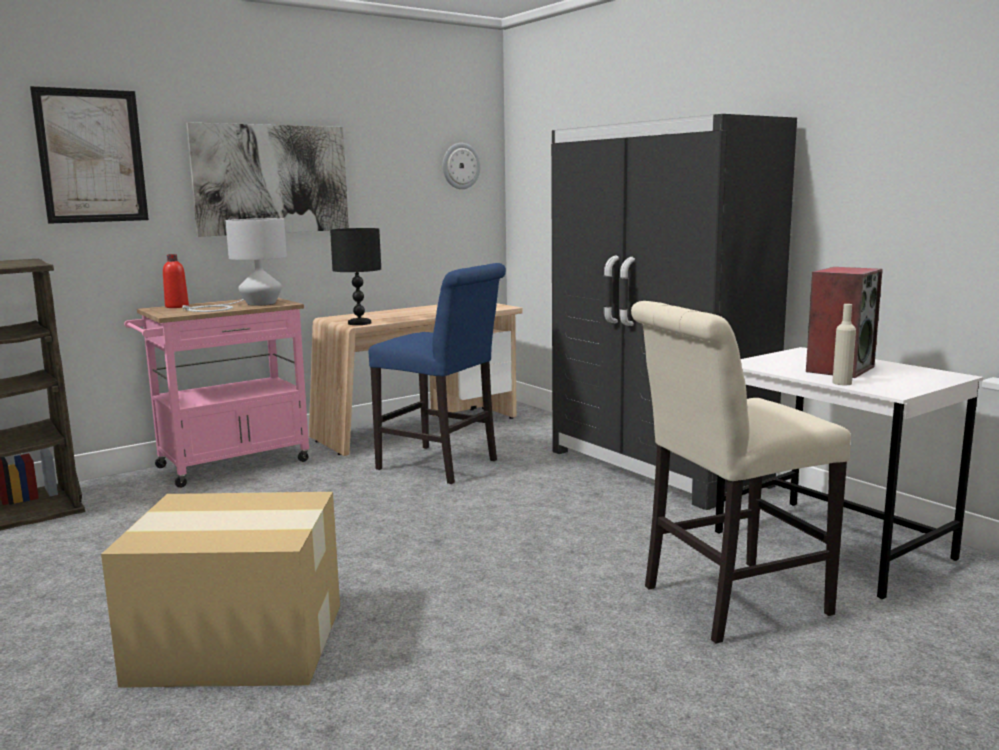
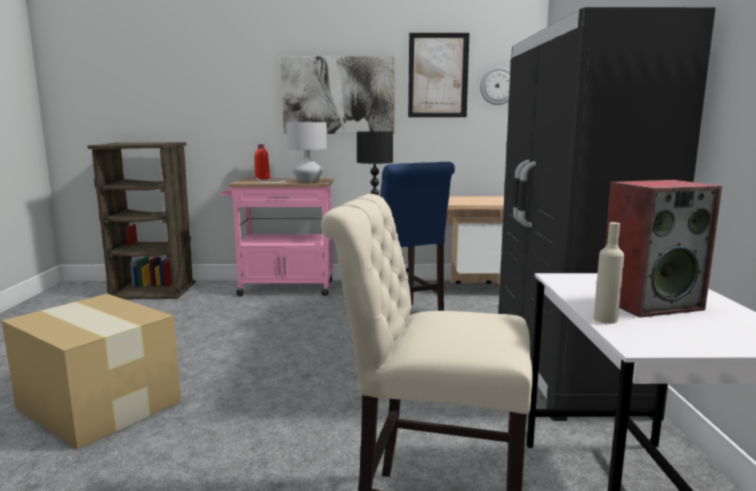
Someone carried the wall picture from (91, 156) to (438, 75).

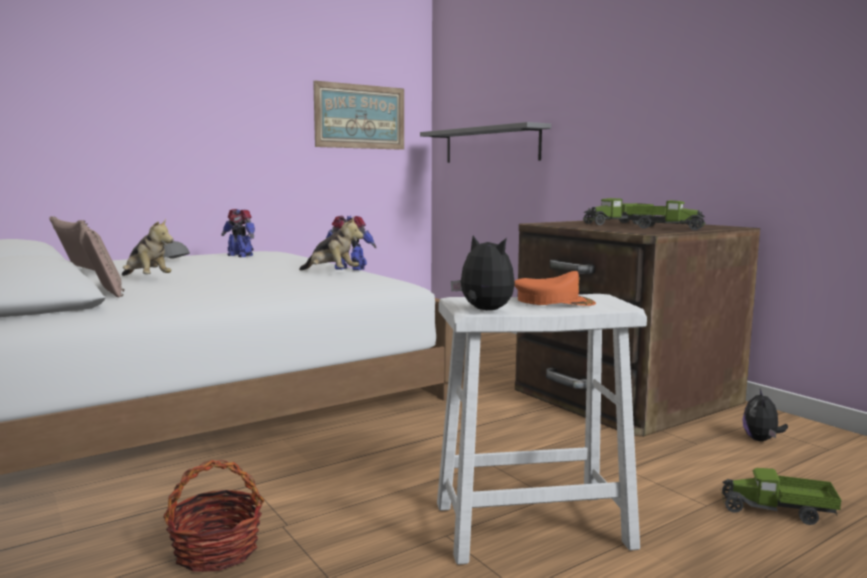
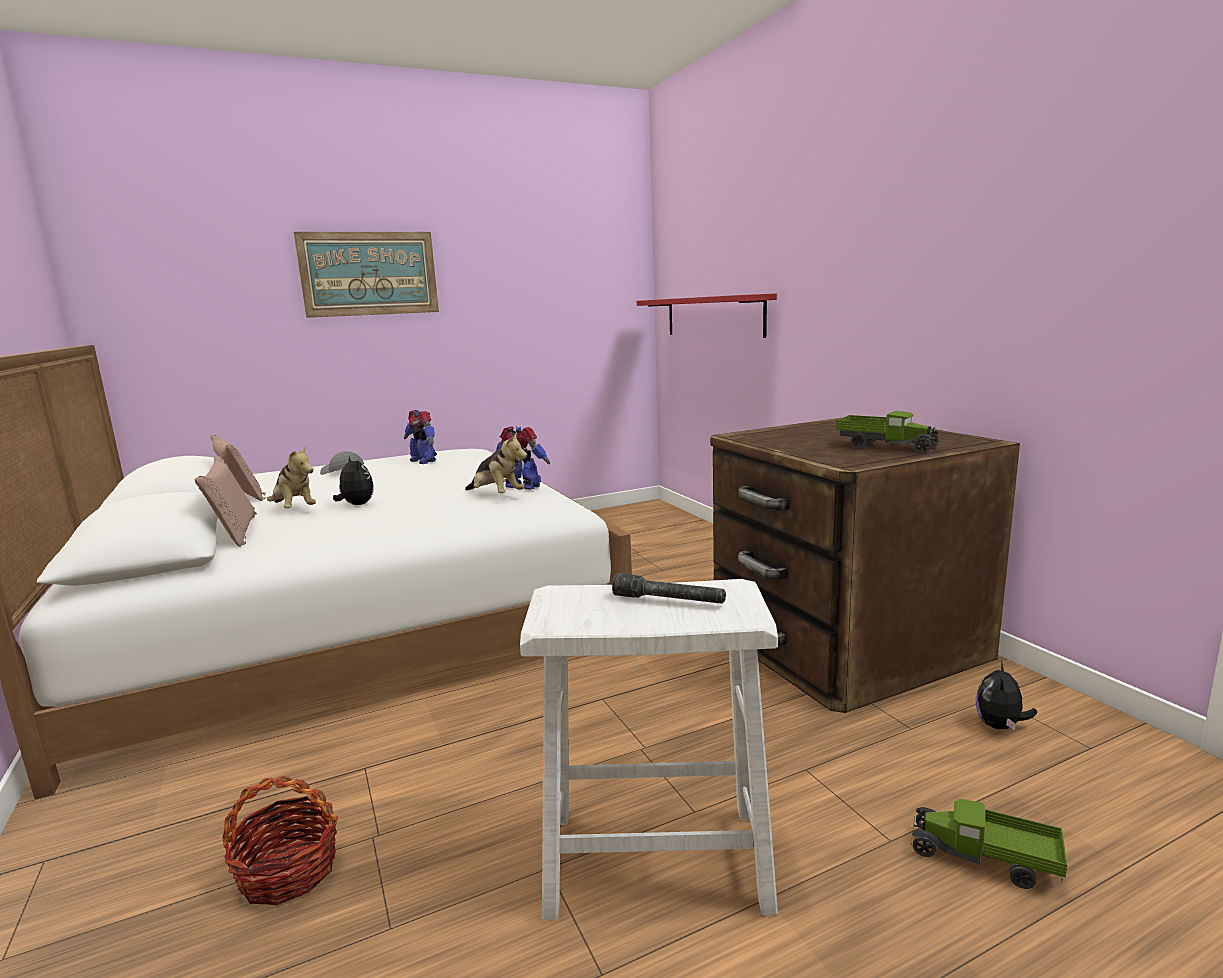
Someone carried the wall picture from (360, 116) to (369, 274). Someone carried the cuddly toy from (484, 310) to (356, 505). Someone swapped the orange baseball cap at (553, 301) for the greyish torch at (669, 600). Someone repainted the greyish wall shelf at (490, 145), which became the reddish wall shelf at (713, 316). Someone took away the model truck at (617, 223).

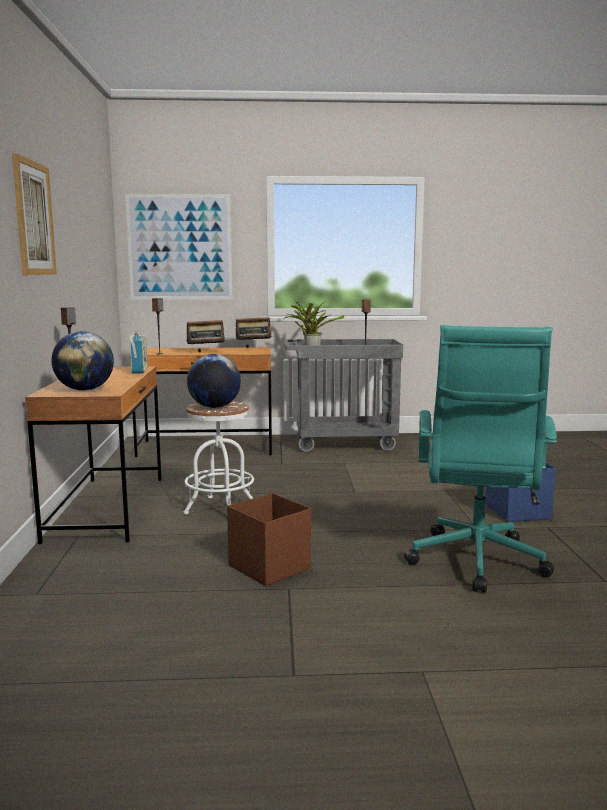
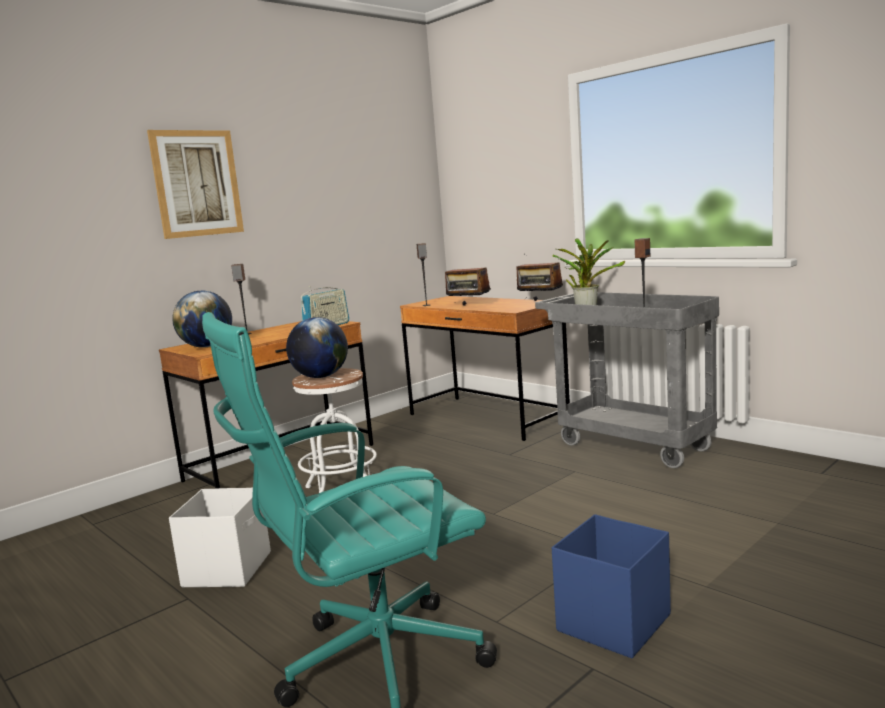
Someone repainted the brown storage bin at (269, 567), which became the white storage bin at (228, 569). Someone took away the wall picture at (180, 247).

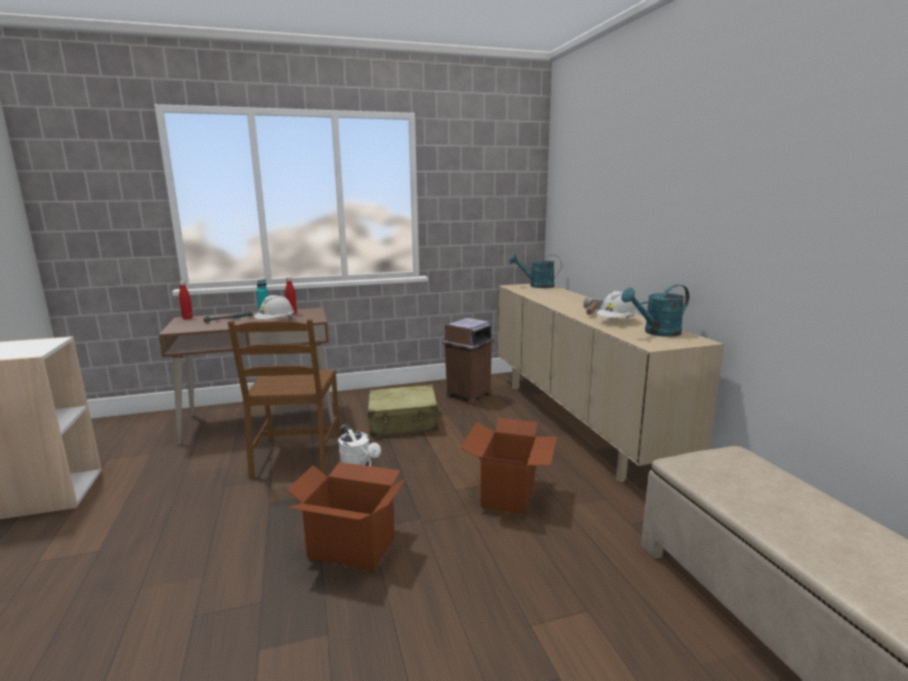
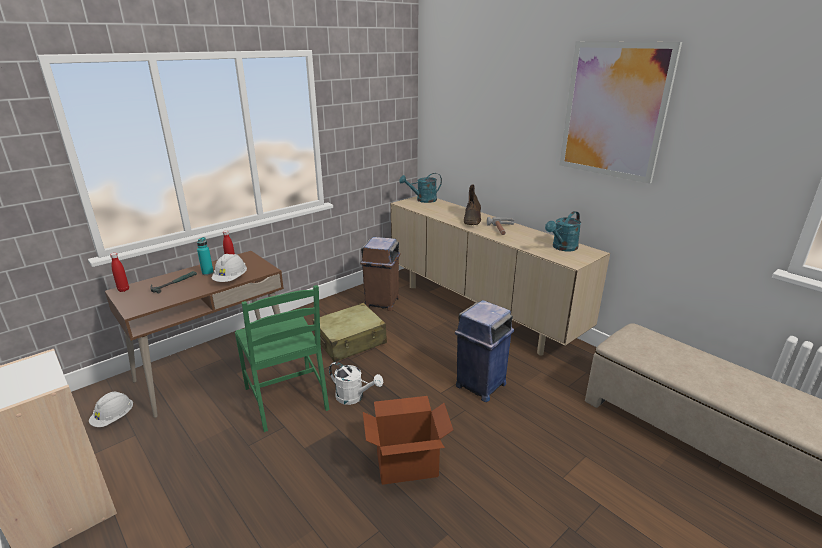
Someone carried the white work helmet from (617, 321) to (114, 418). Someone repainted the brown chair at (297, 456), which became the greenish chair at (287, 398). Someone swapped the packing box at (509, 494) for the blue rubbish bin at (480, 385). Someone put down the brown high-top boot at (472, 219). Someone put up the wall picture at (614, 111).

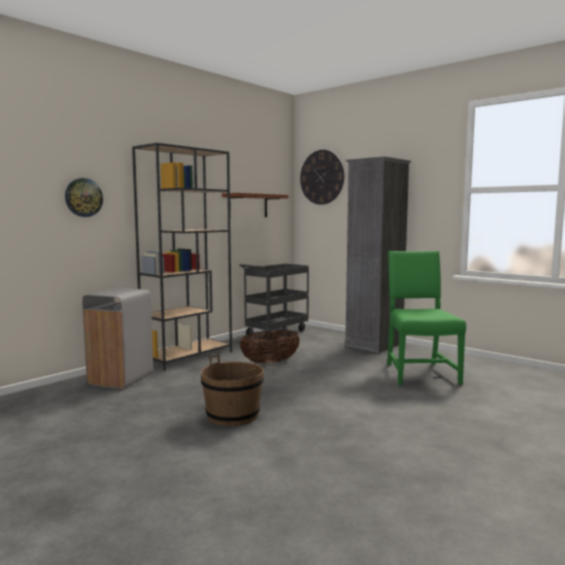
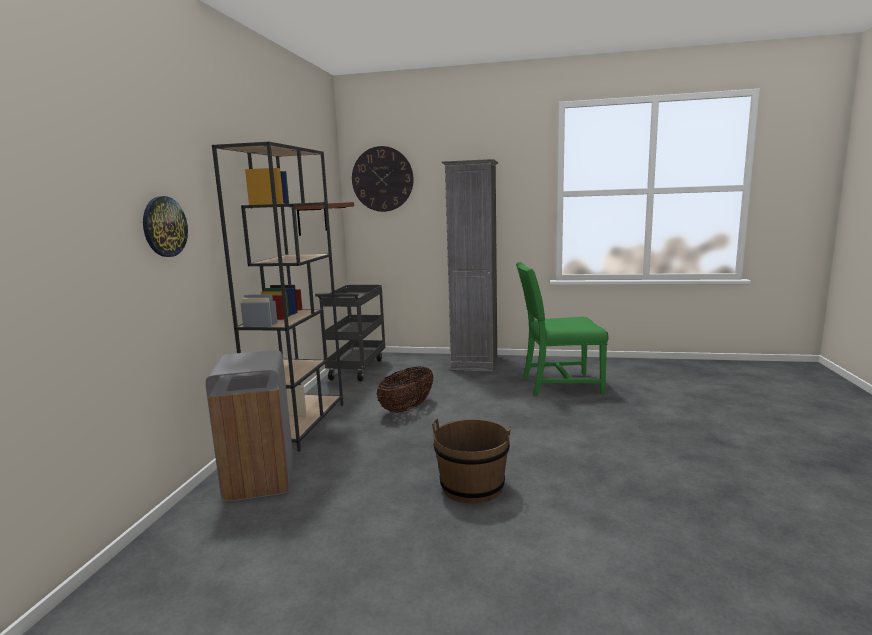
Someone rotated the greenish chair at (419, 372) by 60 degrees counterclockwise.

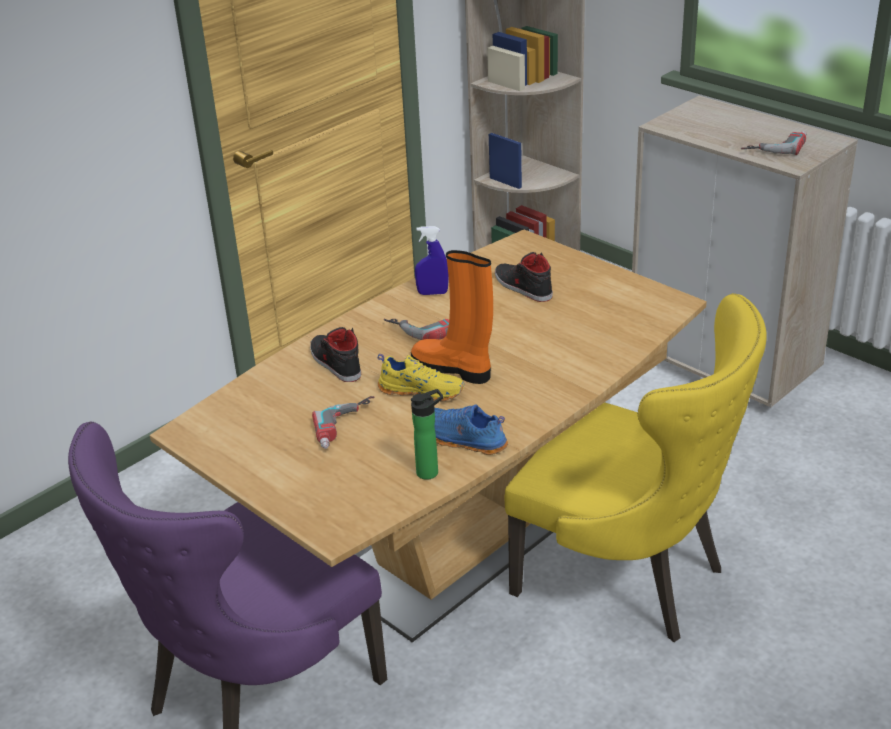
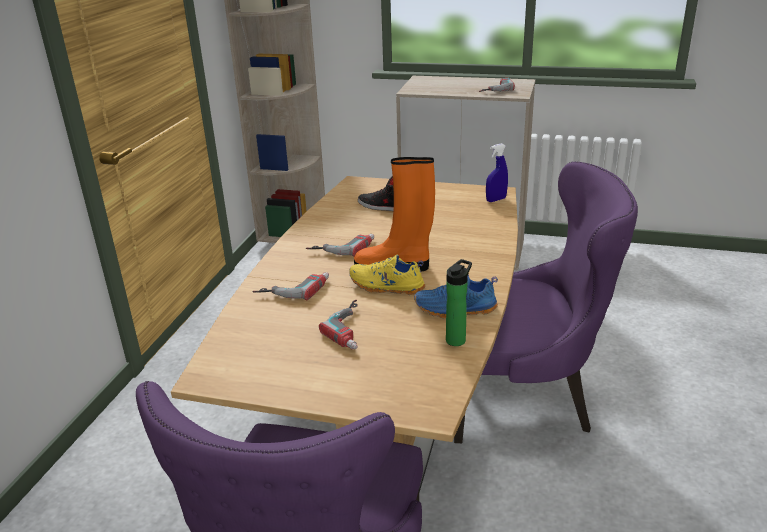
Someone swapped the black shoe at (334, 363) for the drill at (293, 288). Someone rotated the yellow shoe at (422, 391) by 150 degrees counterclockwise. Someone repainted the yellow chair at (628, 577), which became the purplish chair at (523, 401). Someone carried the blue spray bottle from (432, 293) to (496, 200).

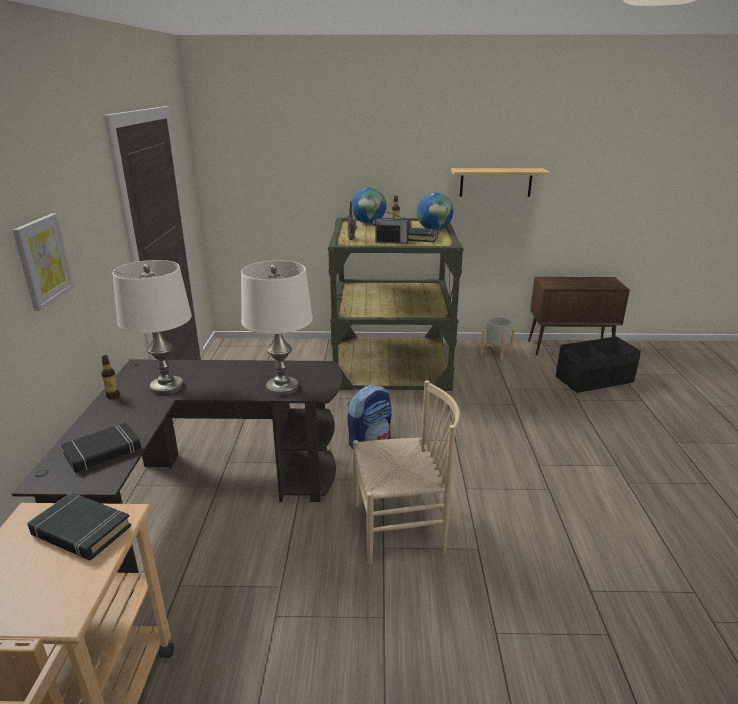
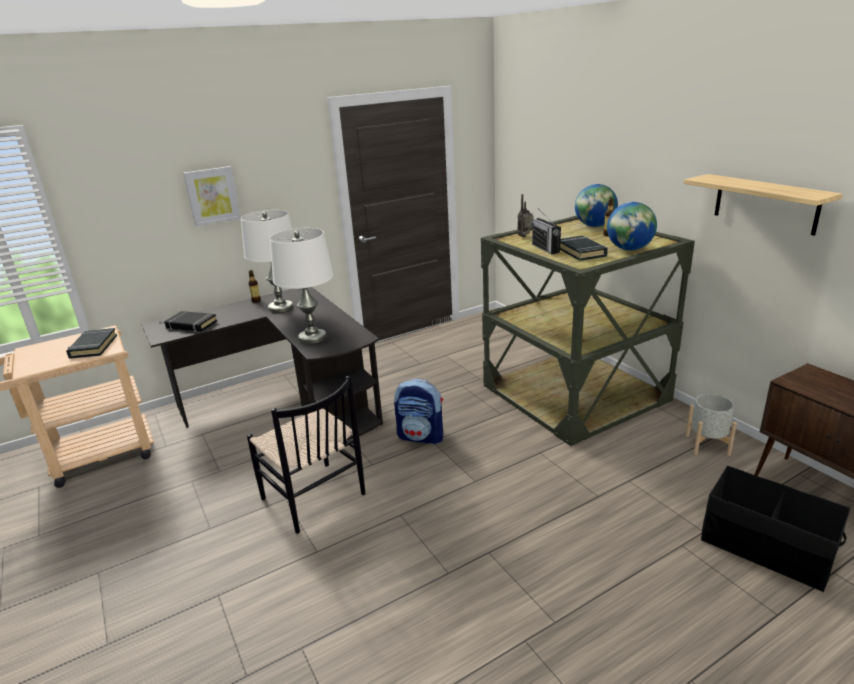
Someone repainted the beige chair at (402, 528), which became the black chair at (315, 499).

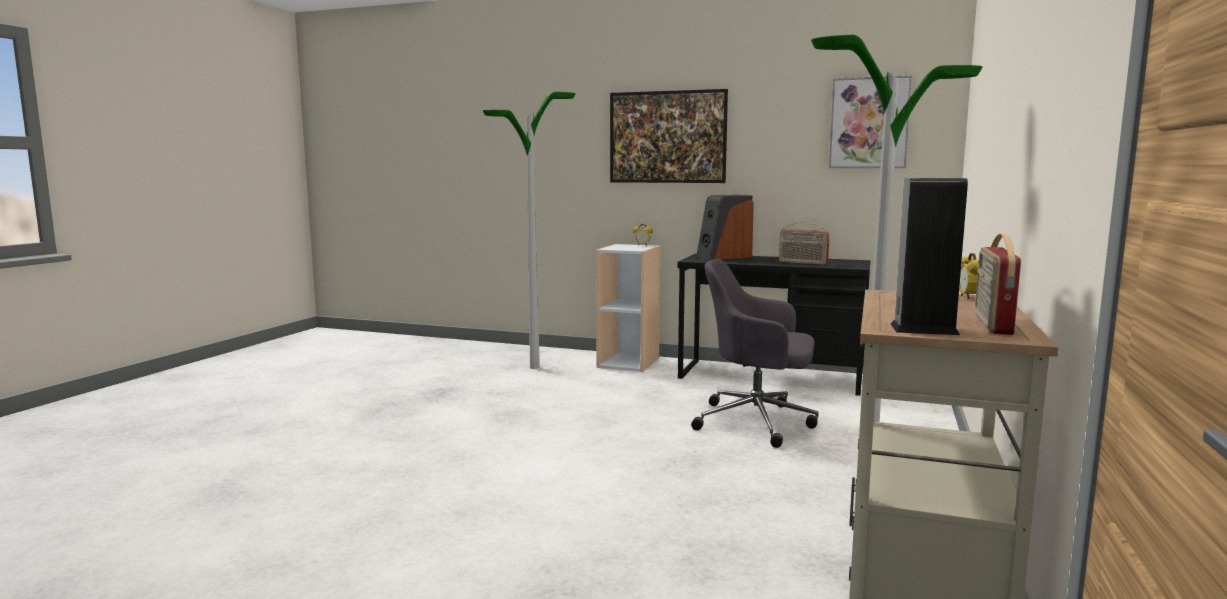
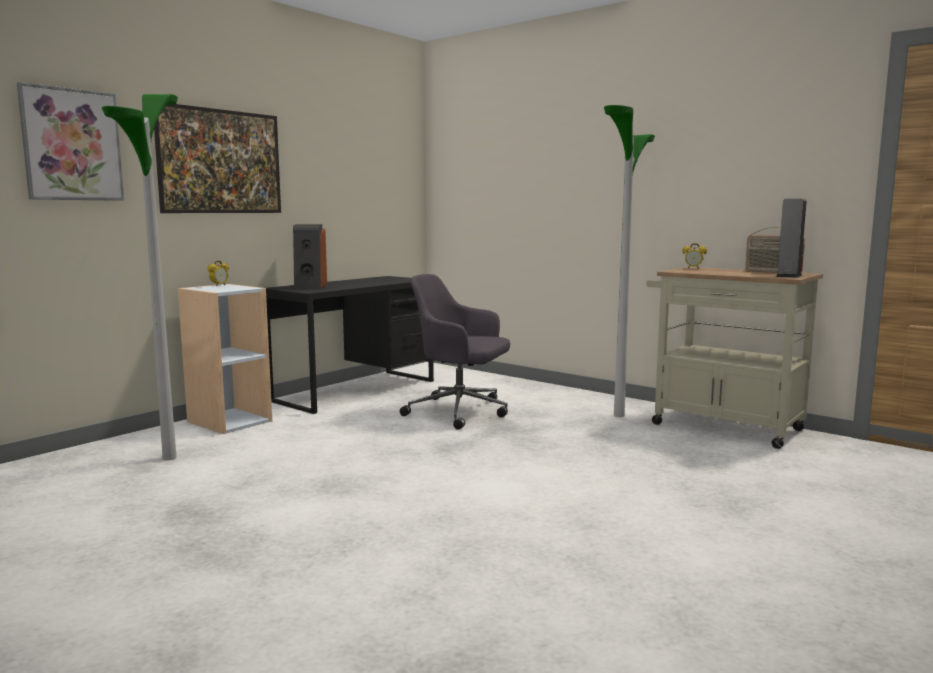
Someone carried the wall picture from (869, 123) to (71, 145). Someone rotated the greyish computer chair at (757, 422) by 75 degrees clockwise. Someone took away the radio at (802, 263).

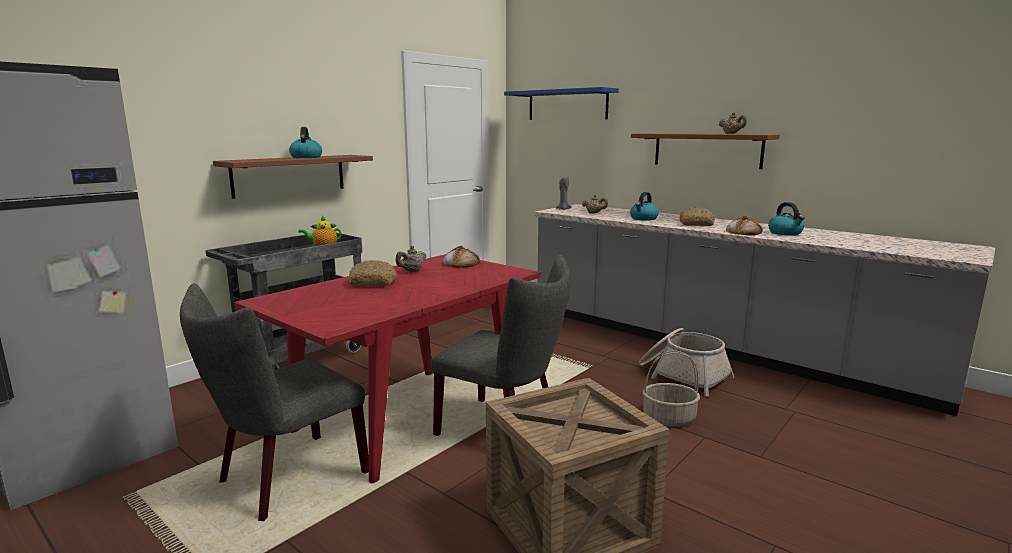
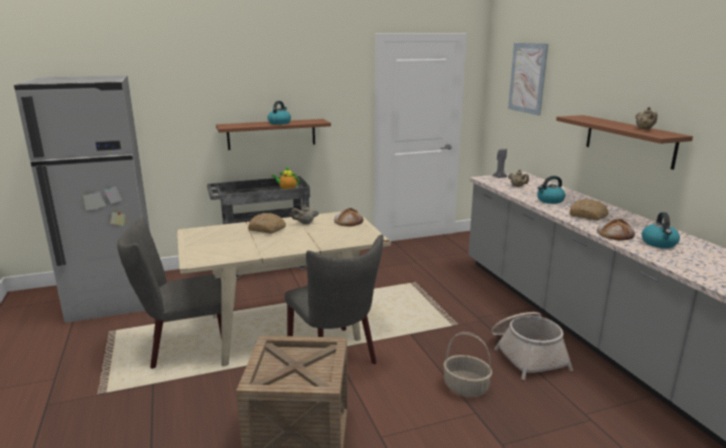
Someone repainted the reddish dining table at (407, 417), which became the beige dining table at (285, 328). Someone swapped the blue wall shelf at (567, 105) for the wall picture at (527, 78).

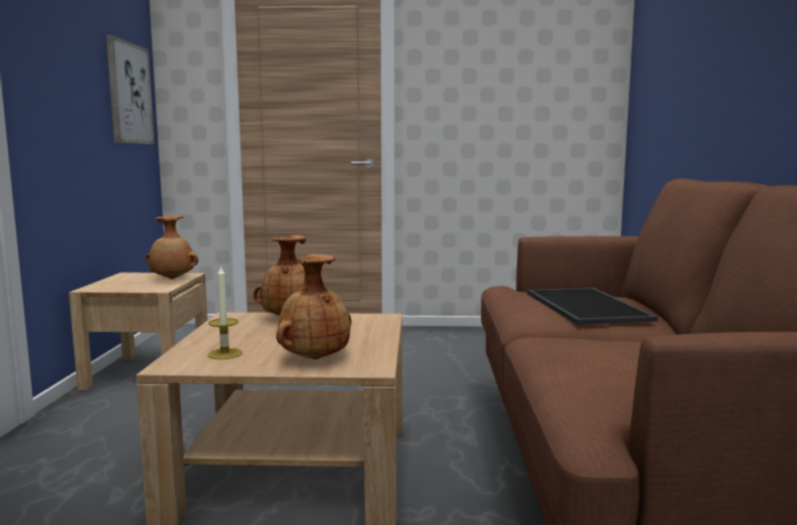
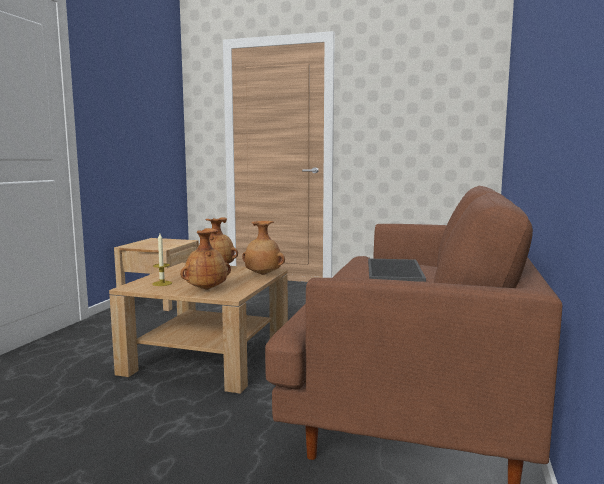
Someone carried the brown flower vase from (172, 279) to (263, 274). Someone took away the wall picture at (129, 93).

